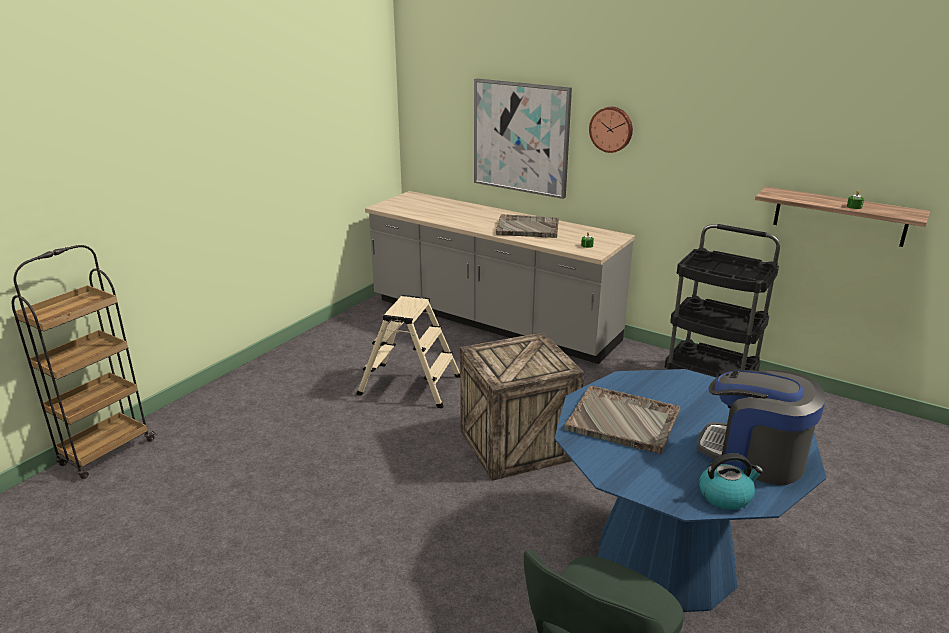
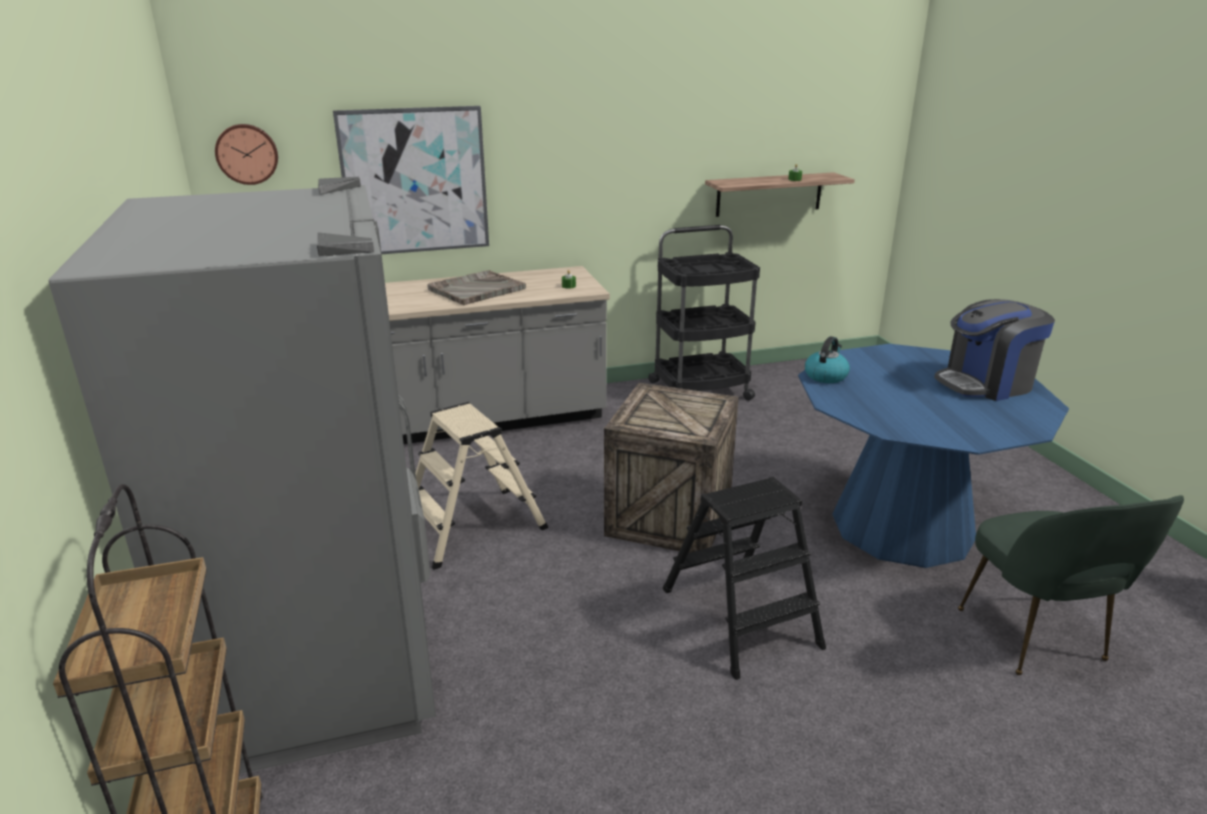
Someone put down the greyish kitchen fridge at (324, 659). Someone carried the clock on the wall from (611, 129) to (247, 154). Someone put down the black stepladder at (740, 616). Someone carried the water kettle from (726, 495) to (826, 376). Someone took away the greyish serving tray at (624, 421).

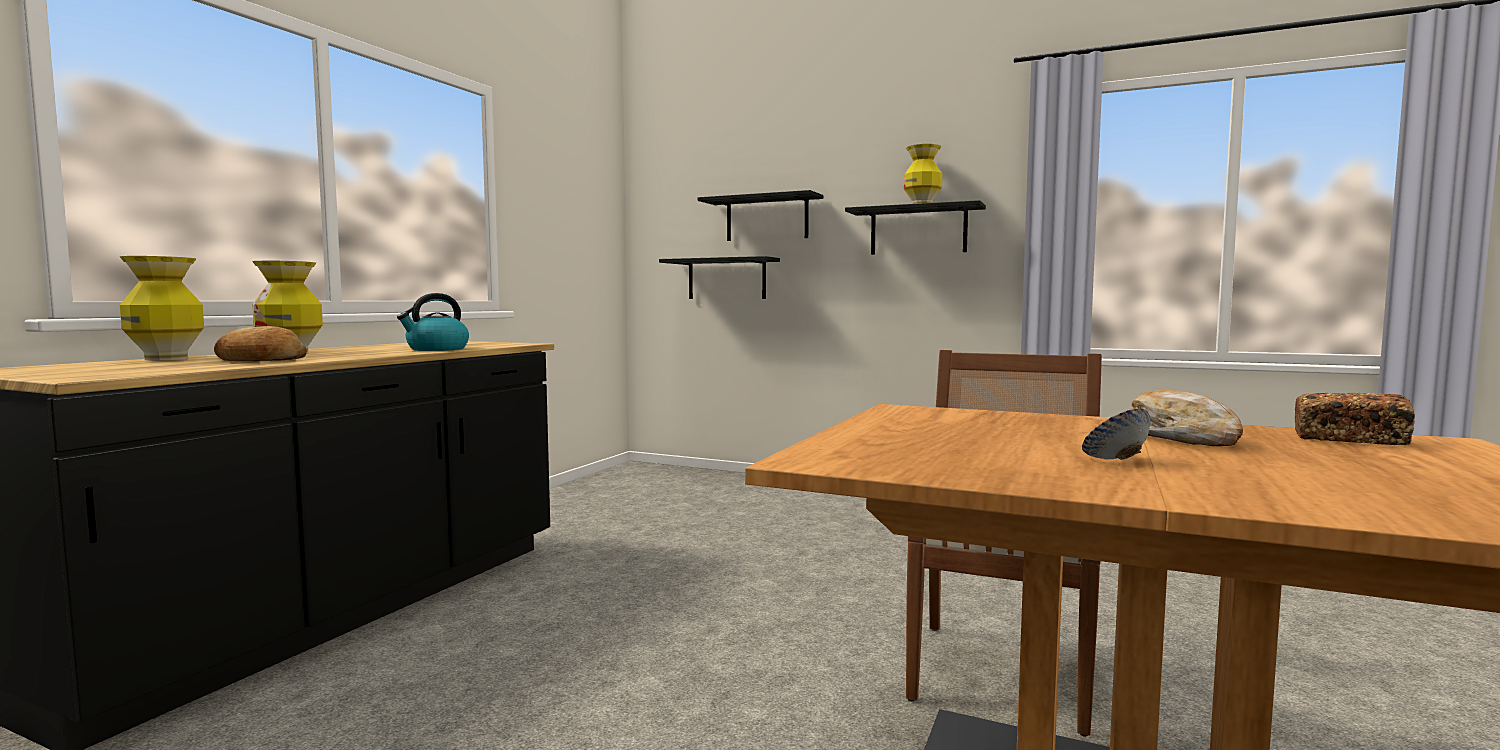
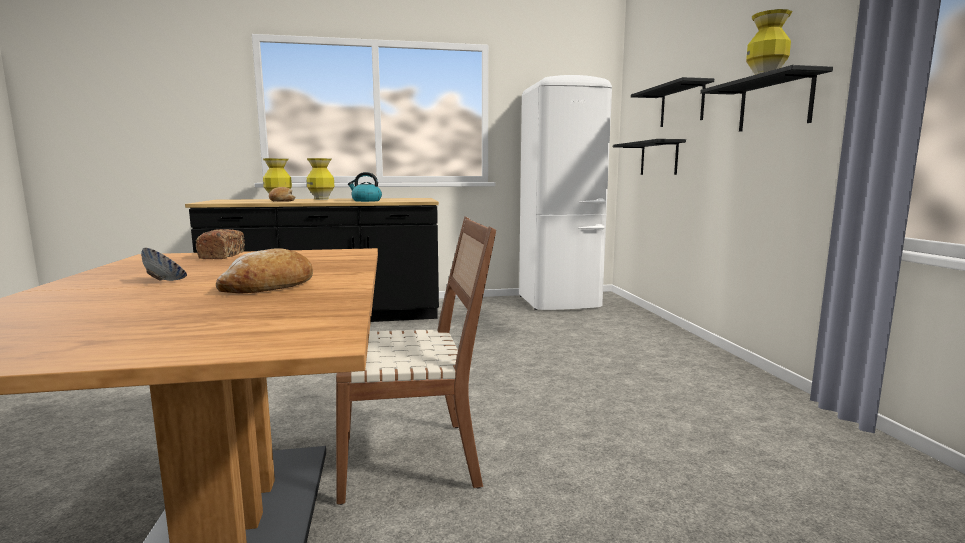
Someone carried the bread from (1349, 439) to (222, 256). Someone put down the white kitchen fridge at (561, 302).

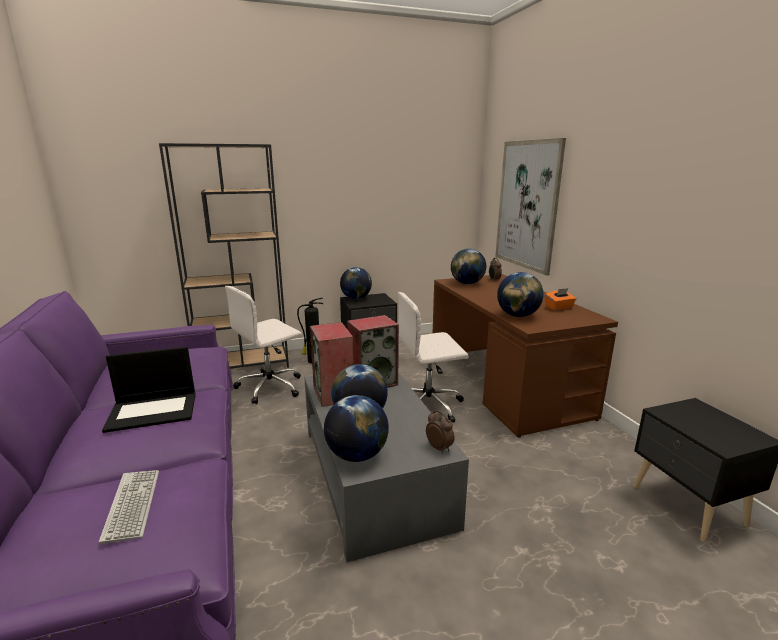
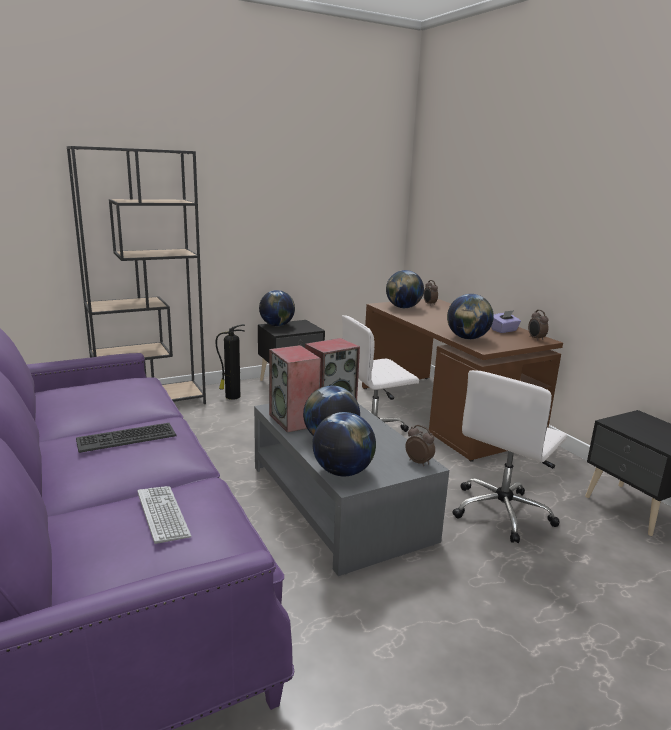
Someone swapped the notebook computer at (154, 411) for the keyboard at (126, 437). Someone carried the white computer chair from (271, 387) to (502, 512). Someone repainted the orange box of tissues at (559, 308), which became the purplish box of tissues at (504, 330). Someone put down the bedside clock at (536, 339). Someone took away the wall picture at (527, 205).

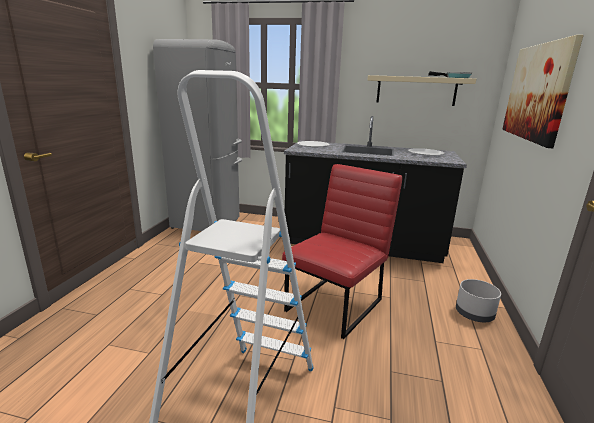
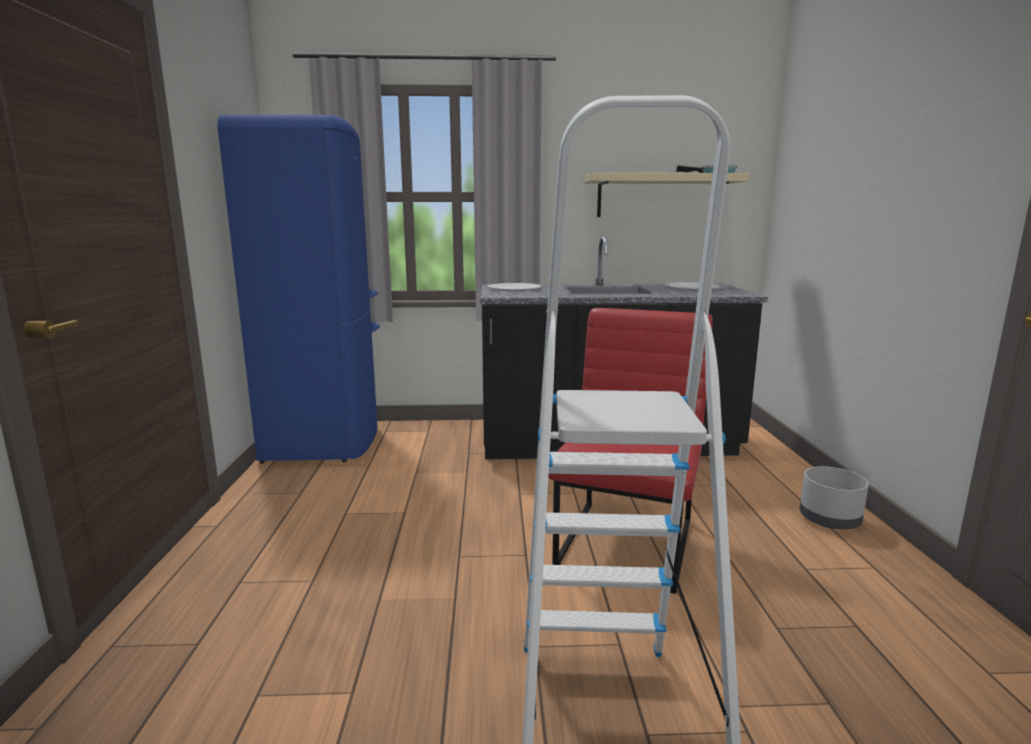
Someone repainted the greyish kitchen fridge at (208, 222), which became the blue kitchen fridge at (325, 443). Someone took away the wall picture at (537, 92).

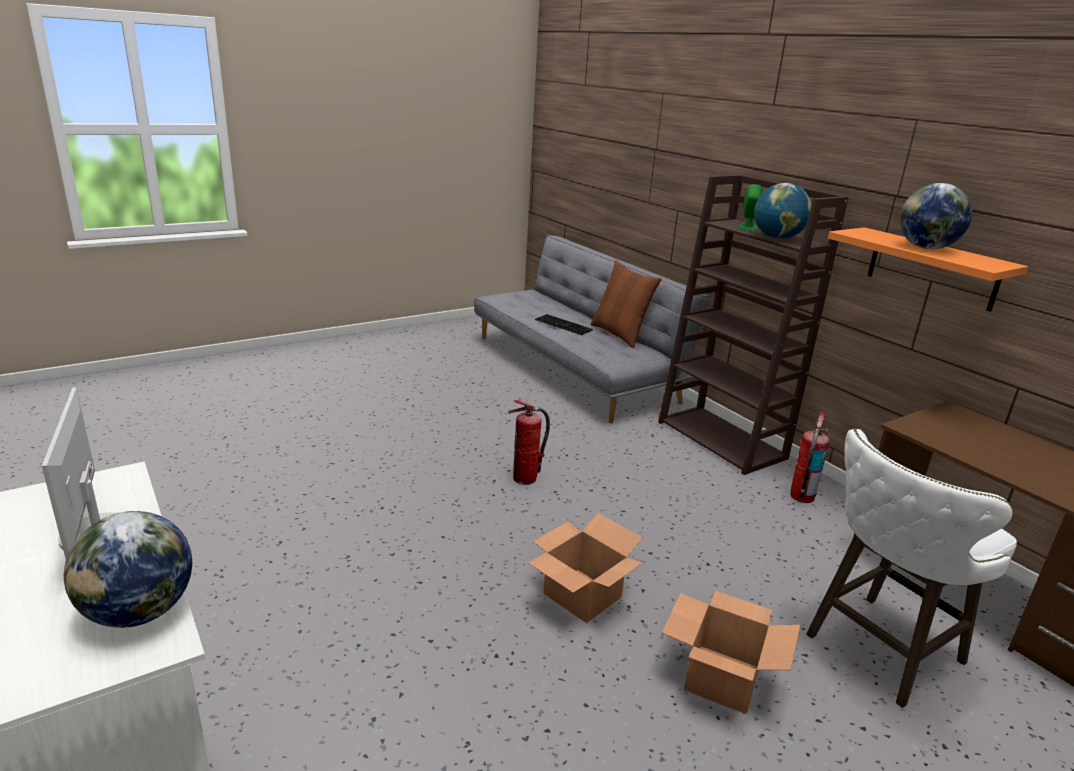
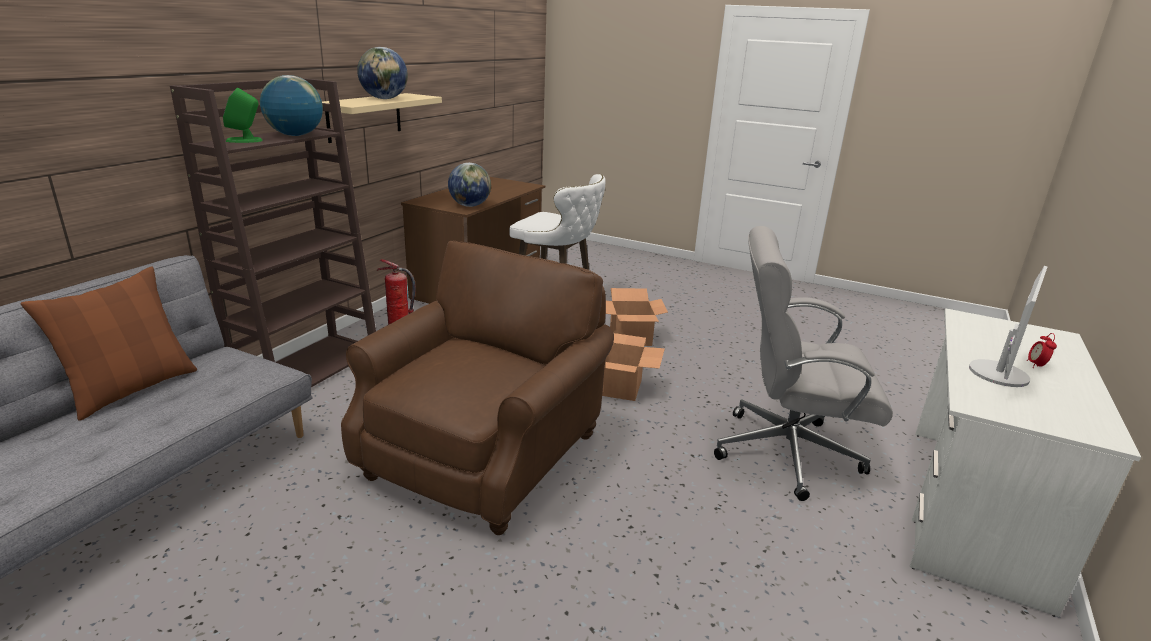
Someone repainted the orange wall shelf at (932, 268), which became the beige wall shelf at (364, 117). Someone swapped the extinguisher at (525, 478) for the brown lounge chair at (484, 455). Someone carried the globe from (139, 612) to (470, 205). Someone put down the greyish computer chair at (787, 452). Someone put down the bedside clock at (1036, 365). Someone took away the keyboard at (564, 325).

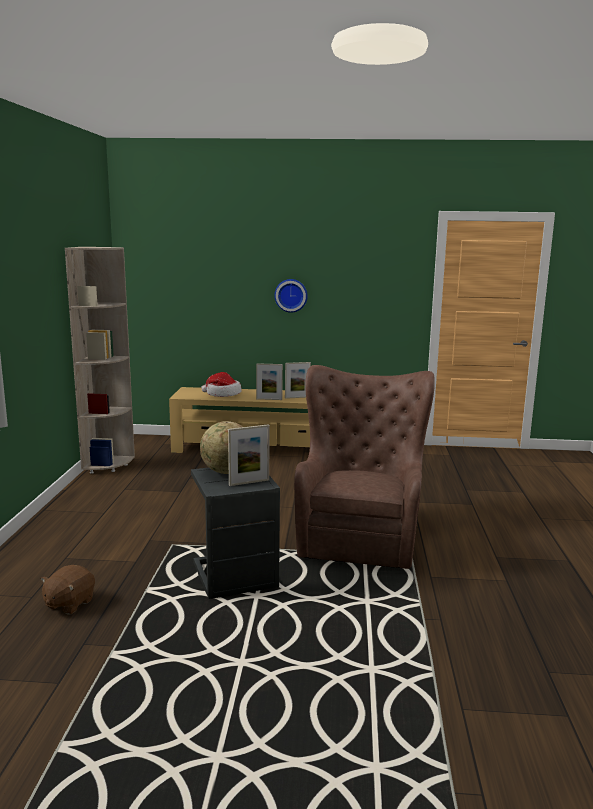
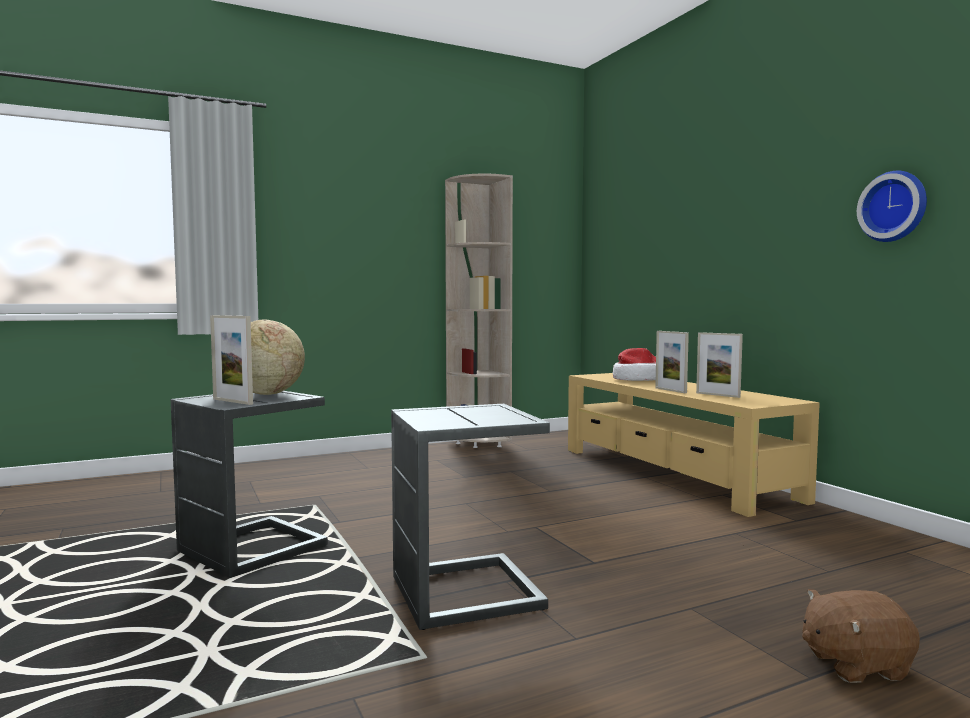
Someone swapped the brown lounge chair at (360, 535) for the greyish side table at (470, 594). Someone carried the brown cuddly toy from (69, 603) to (854, 664). Someone carried the clock on the wall from (291, 295) to (894, 207).

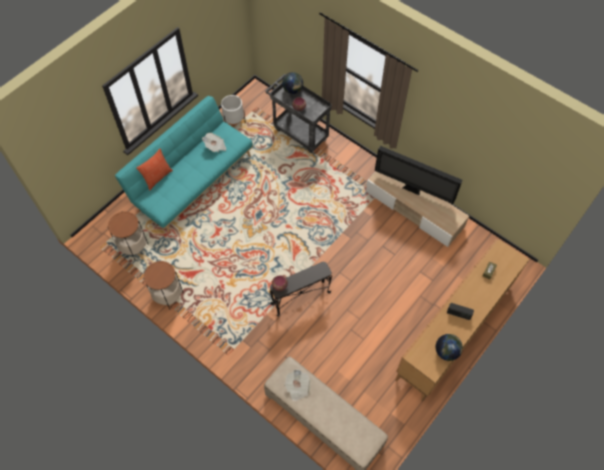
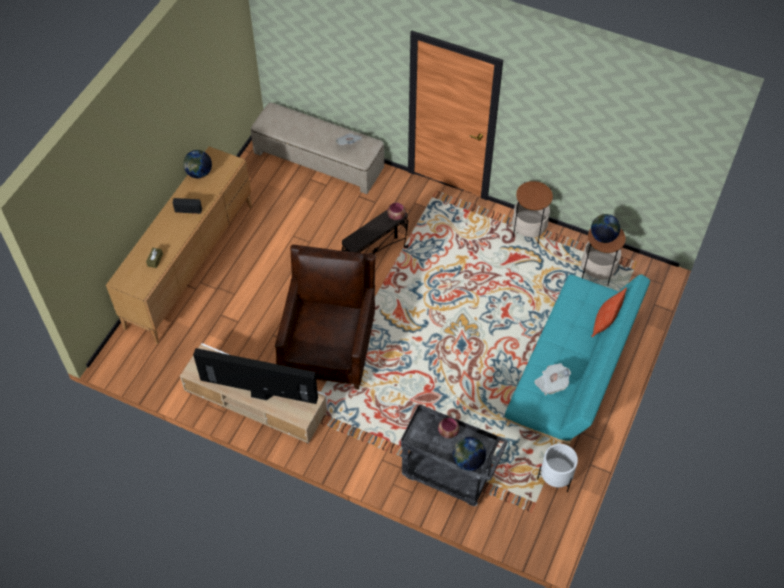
Someone put down the brown lounge chair at (328, 345). Someone put down the globe at (603, 237).

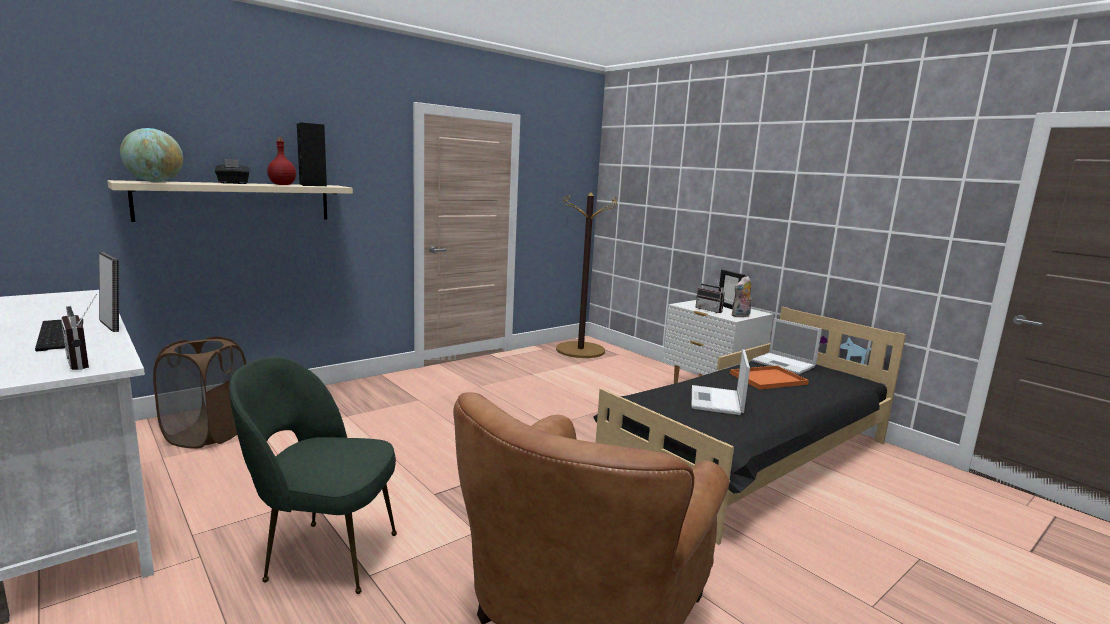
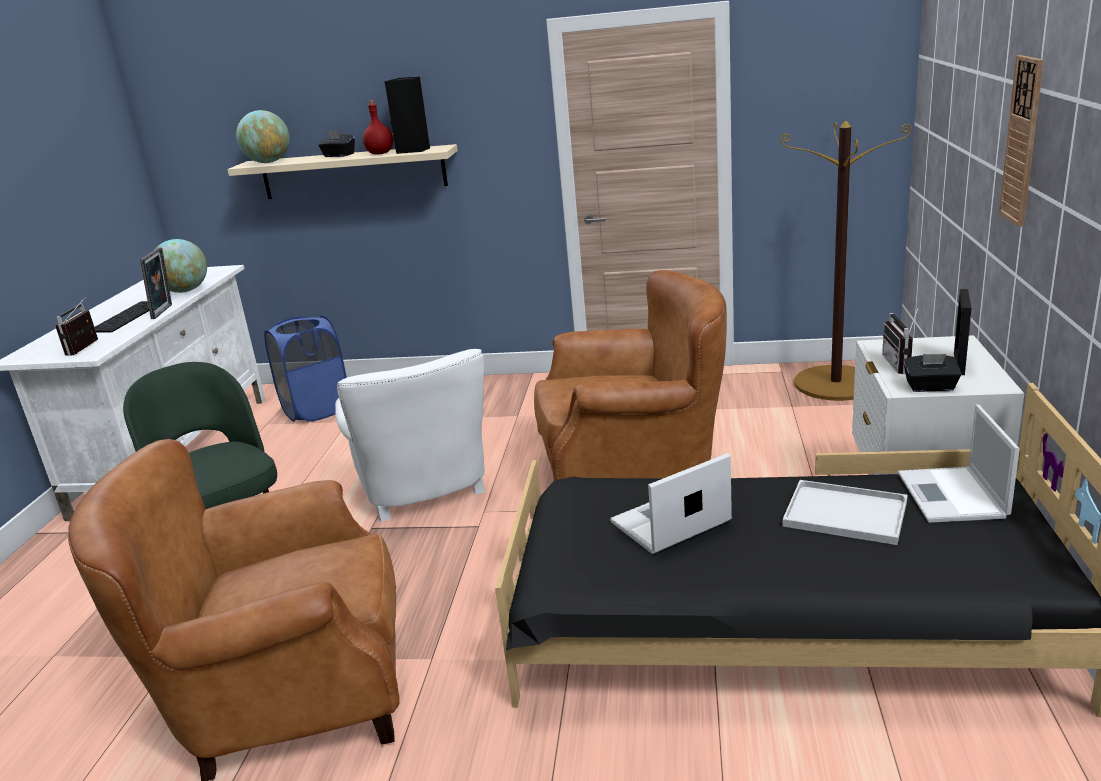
Someone put down the globe at (185, 291). Someone repainted the brown hamper at (207, 435), which became the blue hamper at (316, 410). Someone put down the white lounge chair at (424, 490). Someone put down the brown lounge chair at (633, 474). Someone repainted the orange serving tray at (767, 379), which became the white serving tray at (842, 514). Someone swapped the cuddly toy at (740, 316) for the black box of tissues at (930, 387). Someone put up the clock on the wall at (1022, 141).

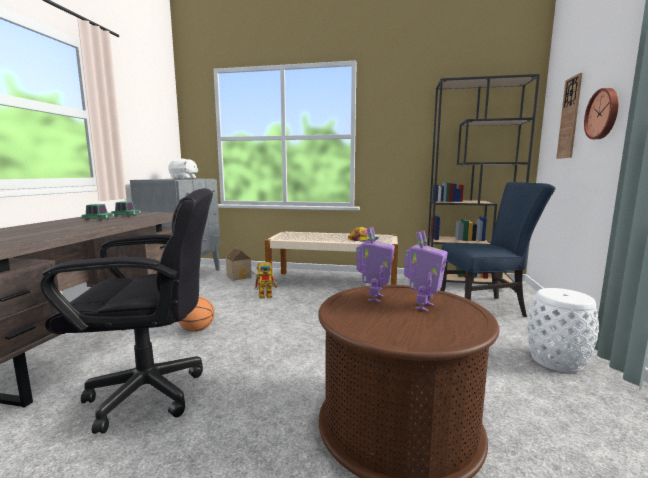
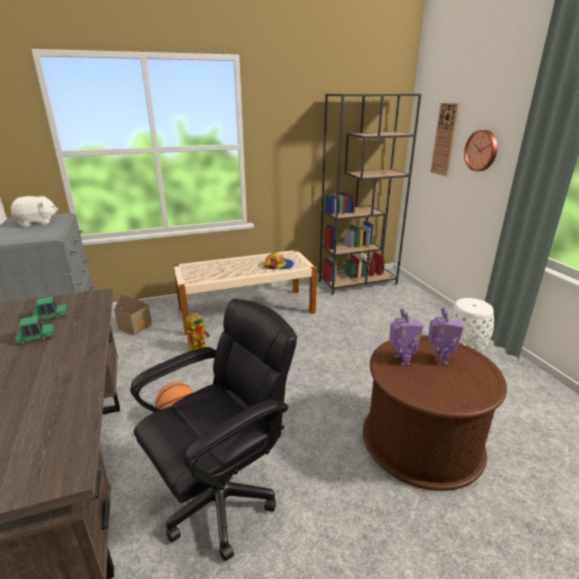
Someone took away the blue chair at (486, 307).

